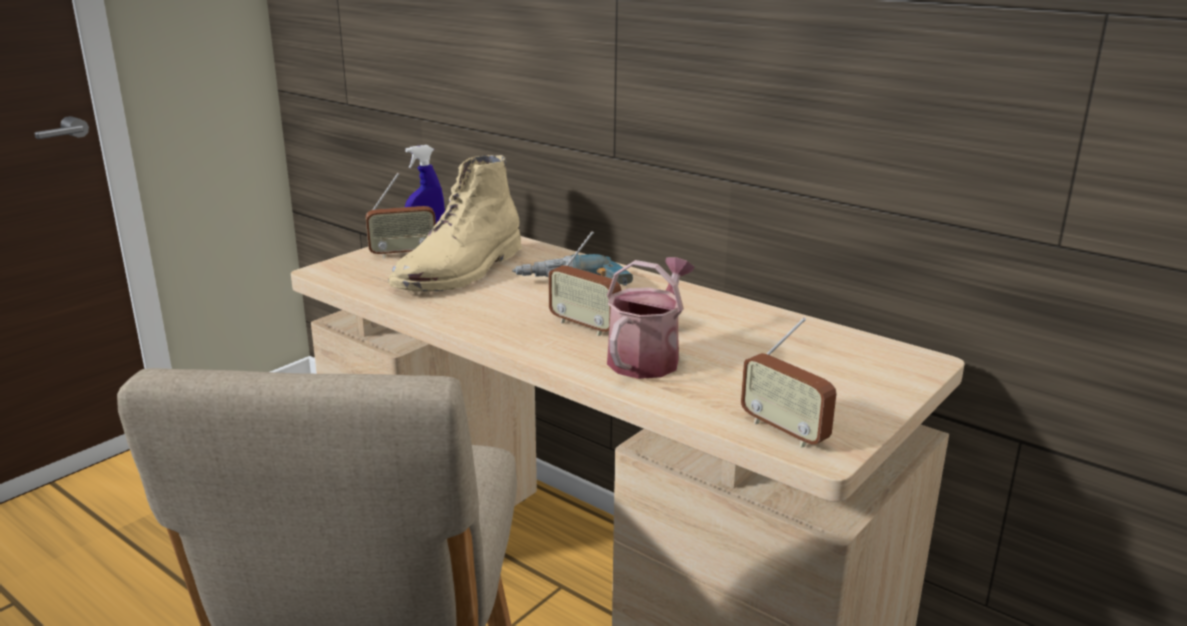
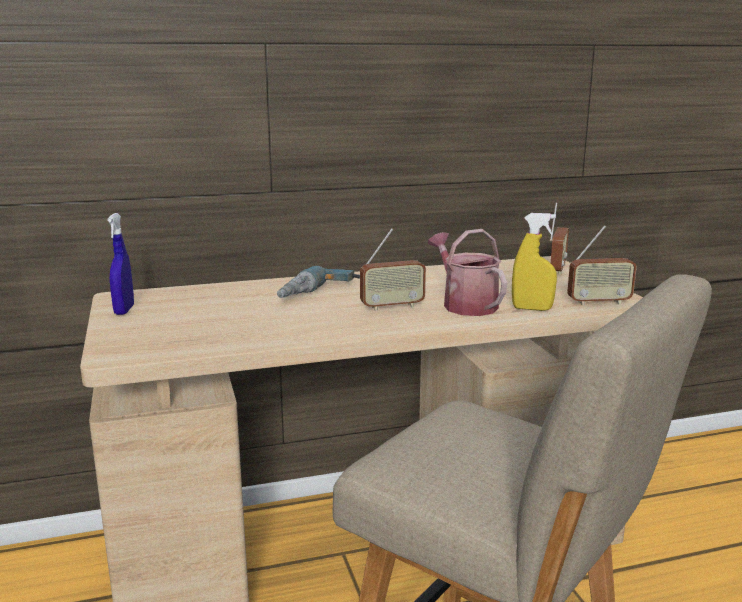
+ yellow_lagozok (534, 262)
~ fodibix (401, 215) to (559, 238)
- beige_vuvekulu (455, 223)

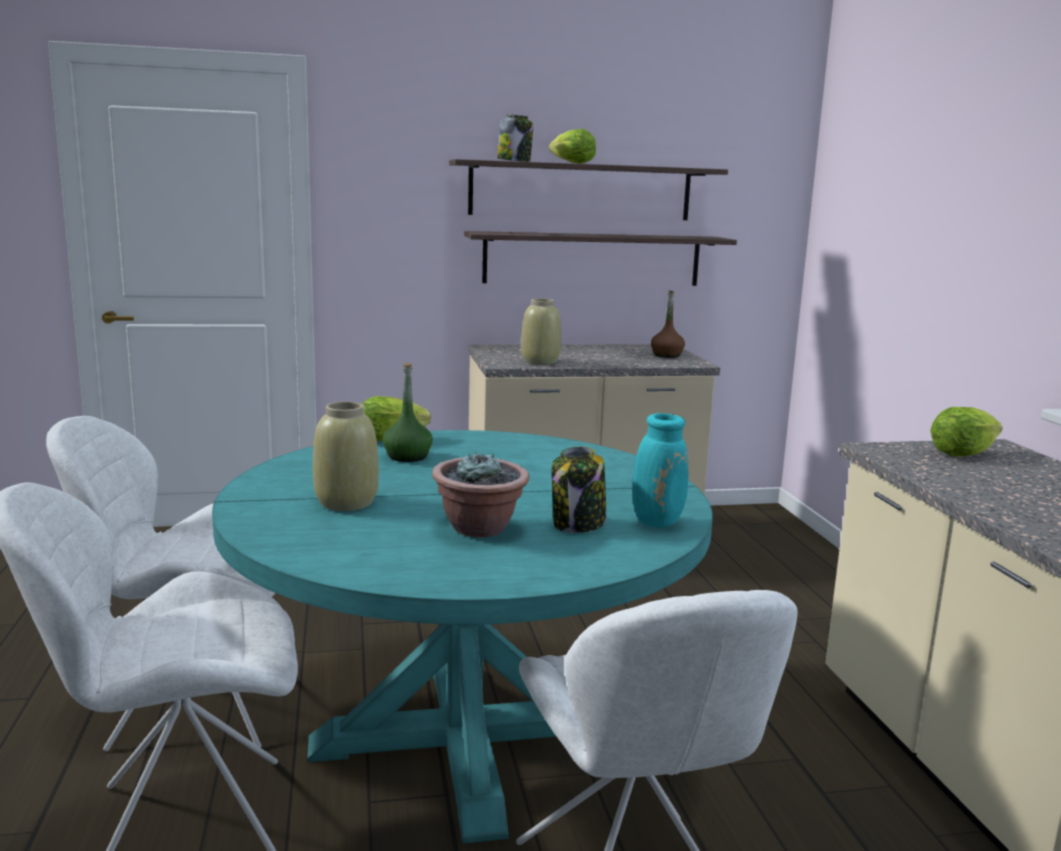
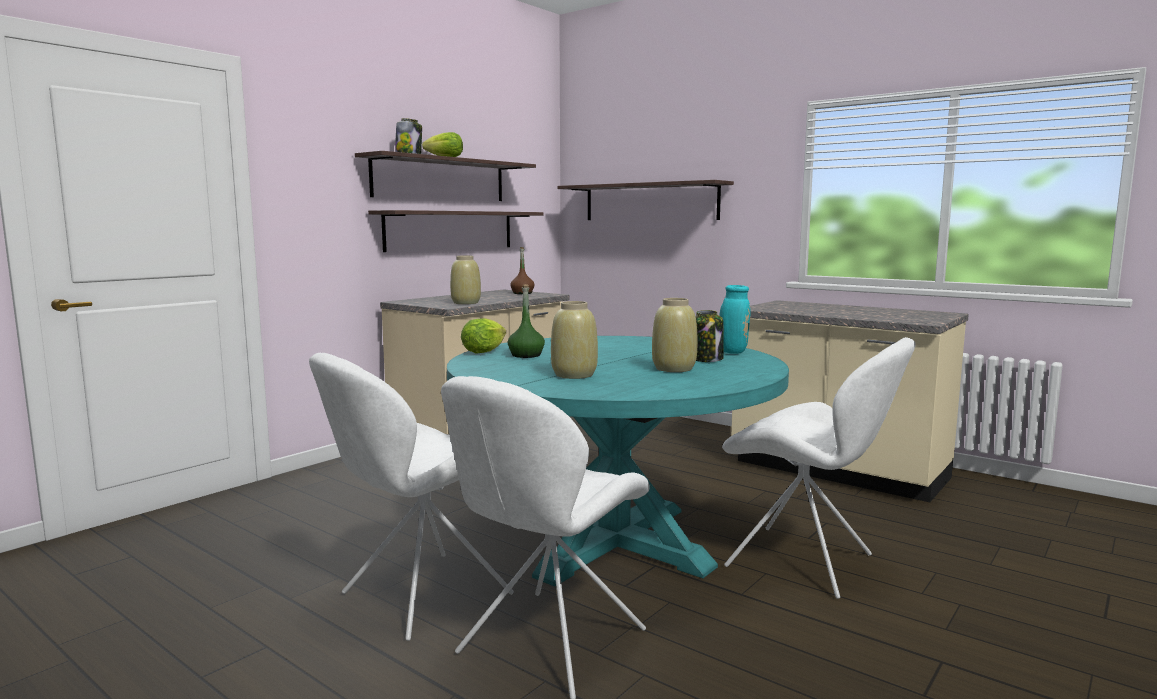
+ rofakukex (646, 200)
~ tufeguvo (480, 494) to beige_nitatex (675, 335)
- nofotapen (966, 432)

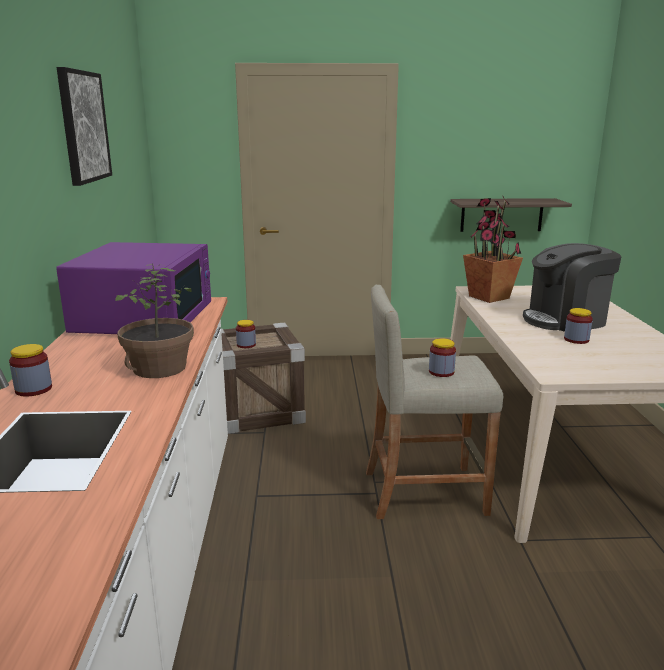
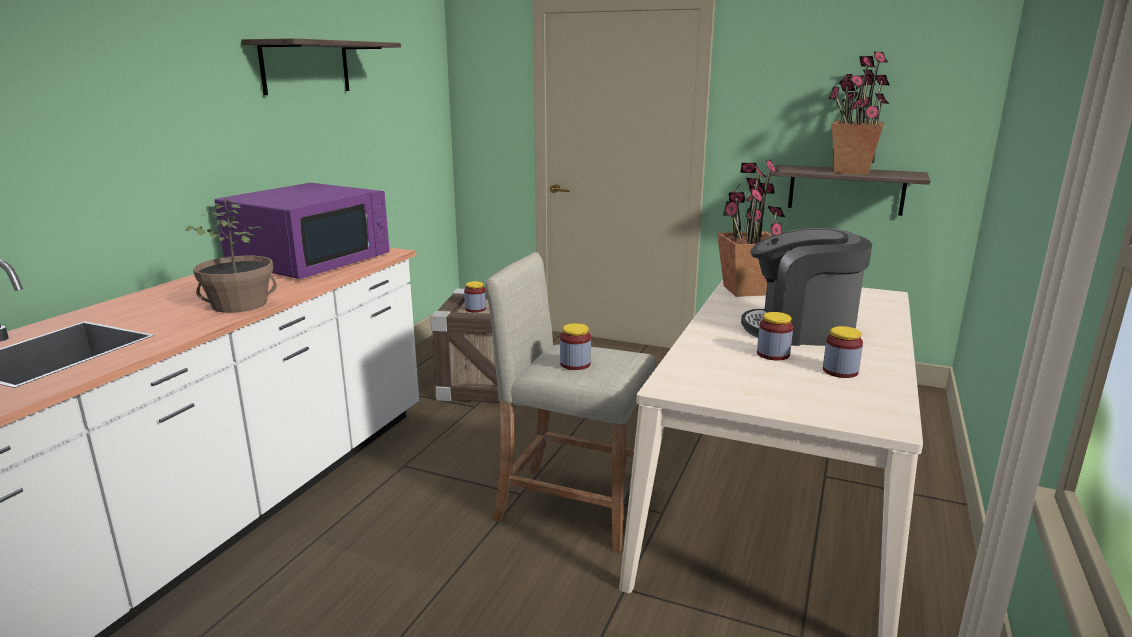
~ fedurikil (84, 126) to rofakukex (321, 66)
~ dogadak (30, 370) to (843, 352)
+ tufeguvo (859, 113)

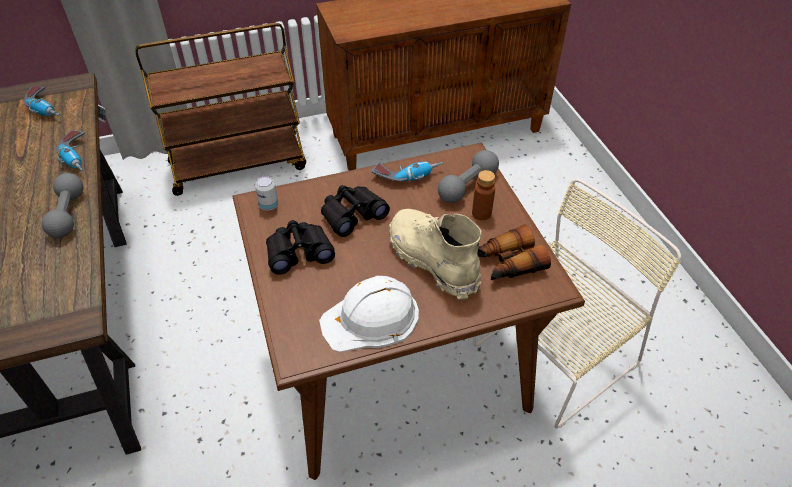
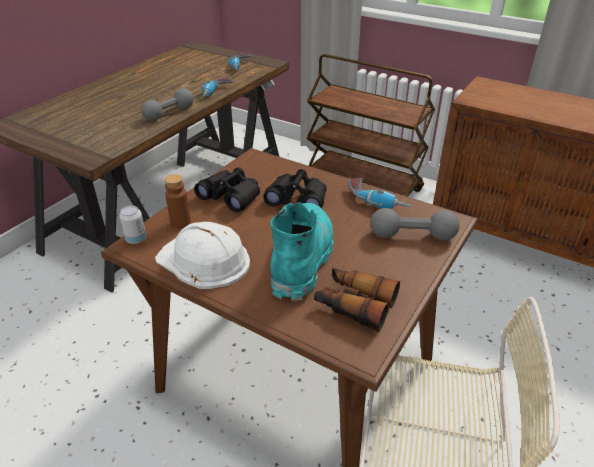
~ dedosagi (266, 193) to (132, 224)
~ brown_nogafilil (483, 195) to (178, 201)
~ beige_vuvekulu (435, 254) to turquoise_vuvekulu (302, 251)

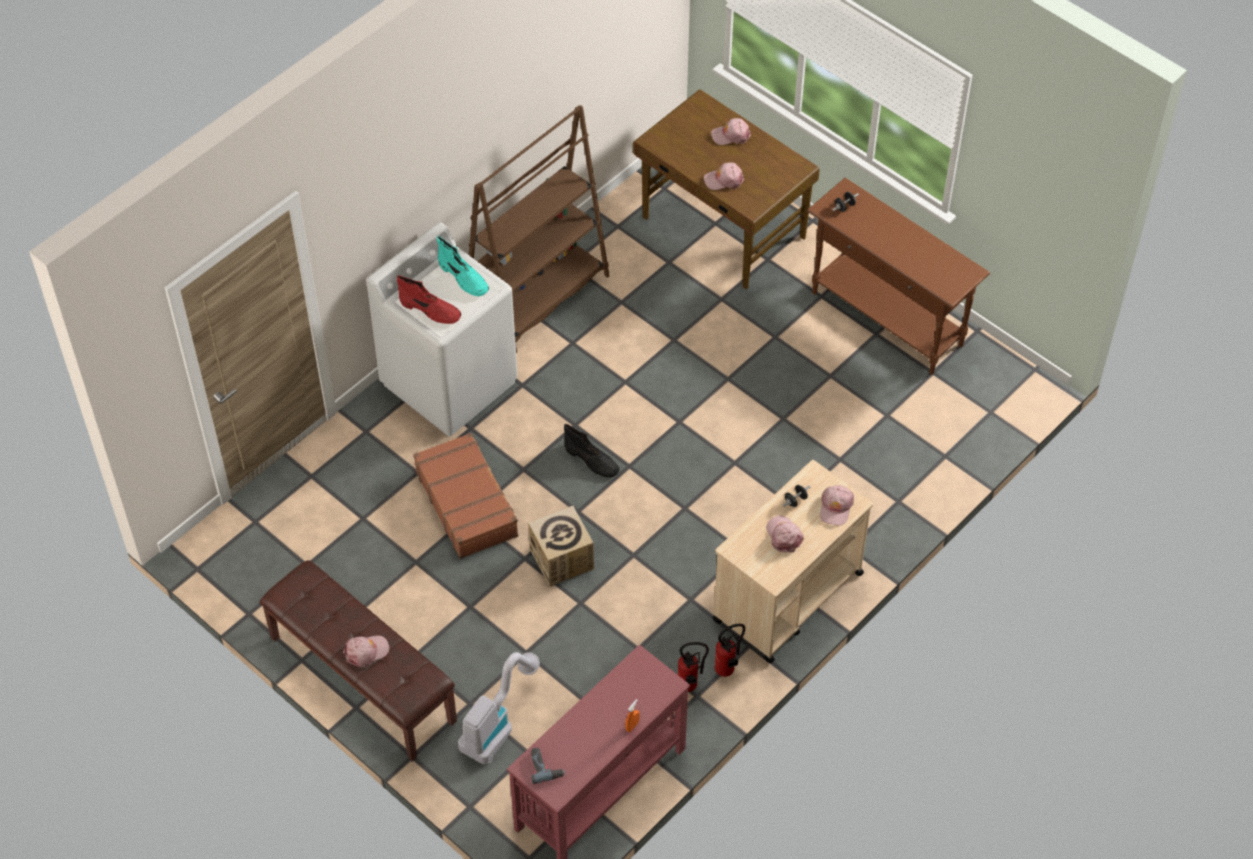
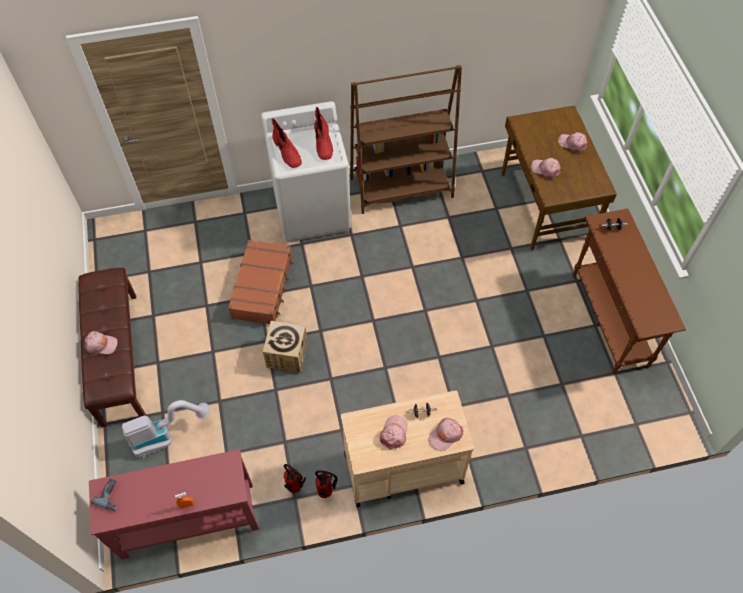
~ turquoise_vuvekulu (463, 266) to red_vuvekulu (323, 133)
- black_vuvekulu (591, 451)

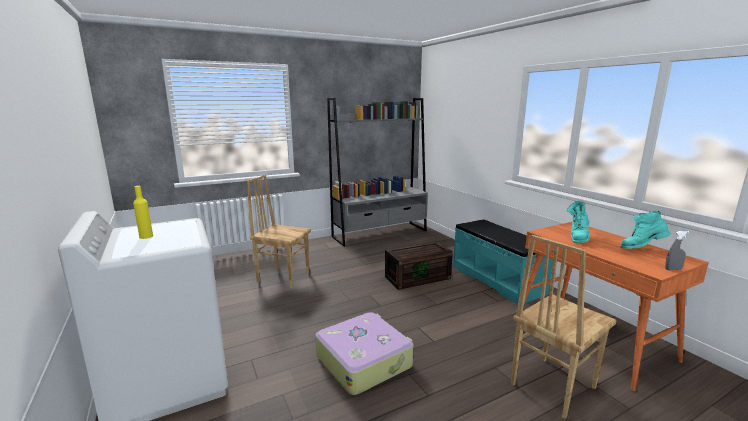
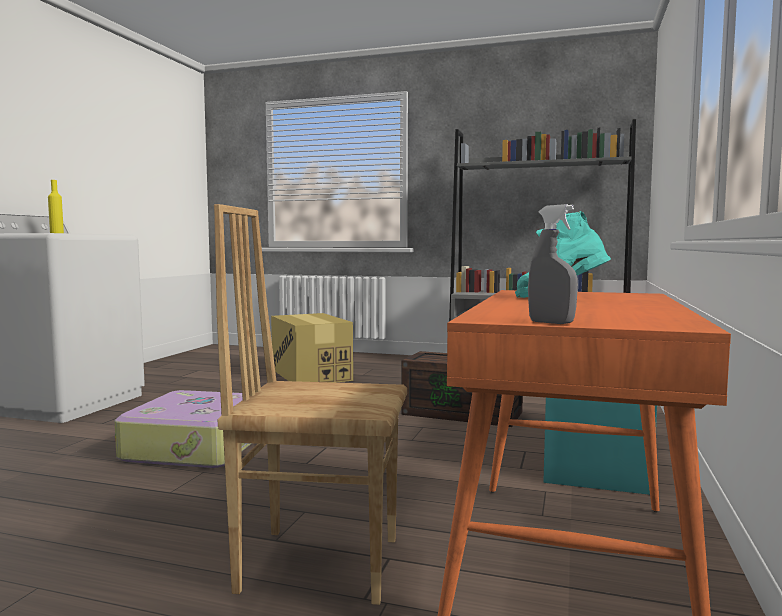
~ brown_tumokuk (279, 231) to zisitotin (312, 348)
- turquoise_vuvekulu (645, 229)

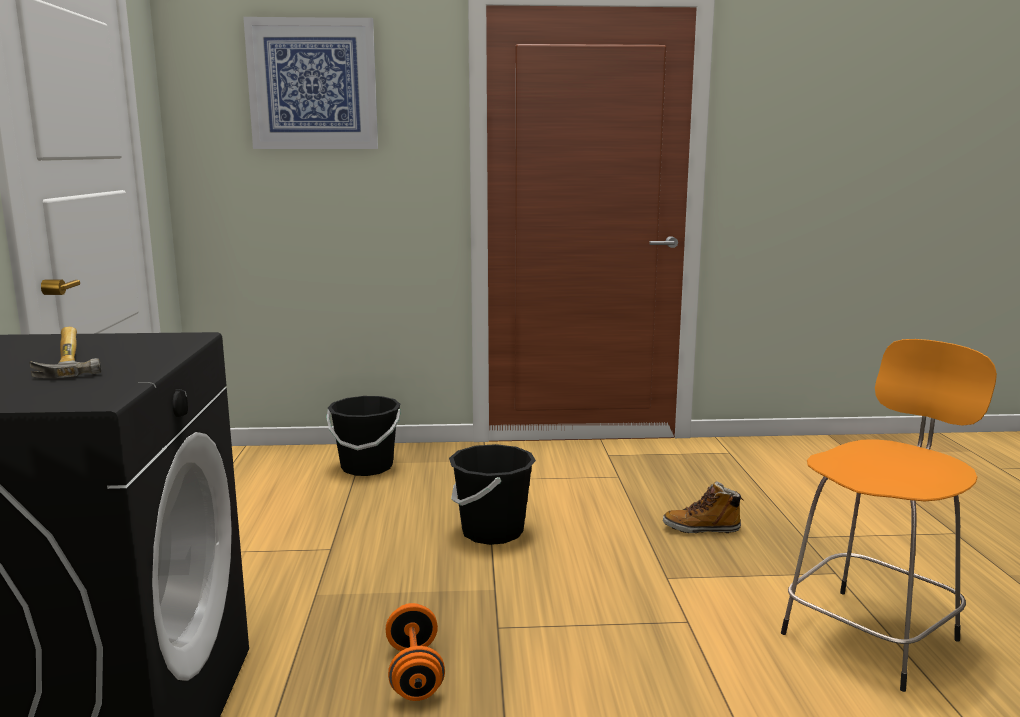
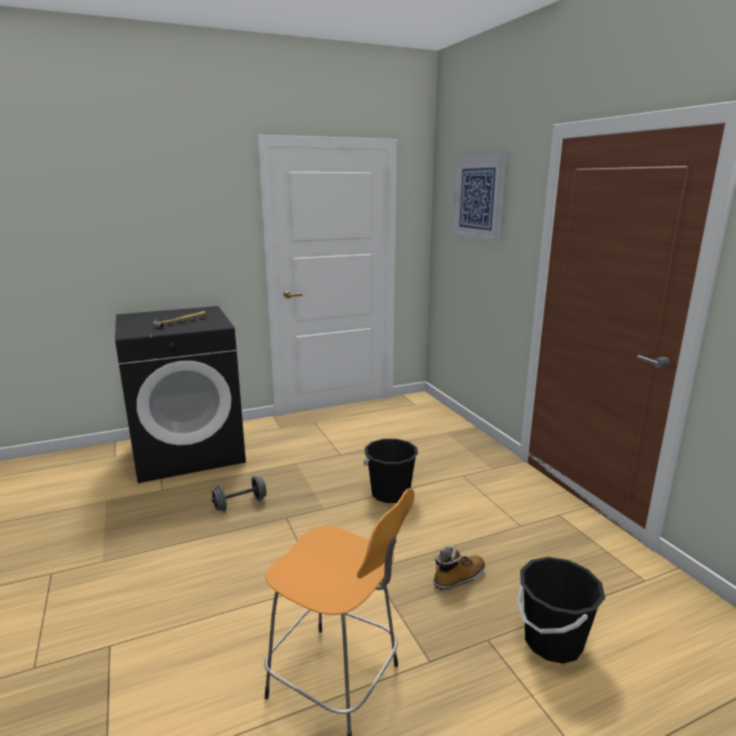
~ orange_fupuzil (415, 652) to grey_fupuzil (239, 493)
~ vuvekulu (703, 507) = (459, 567) 75 degrees clockwise
~ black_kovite (363, 436) to (561, 610)

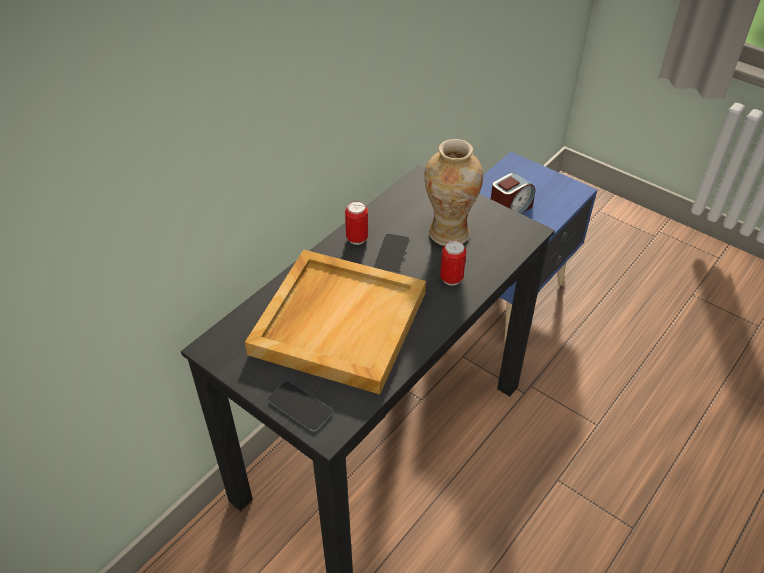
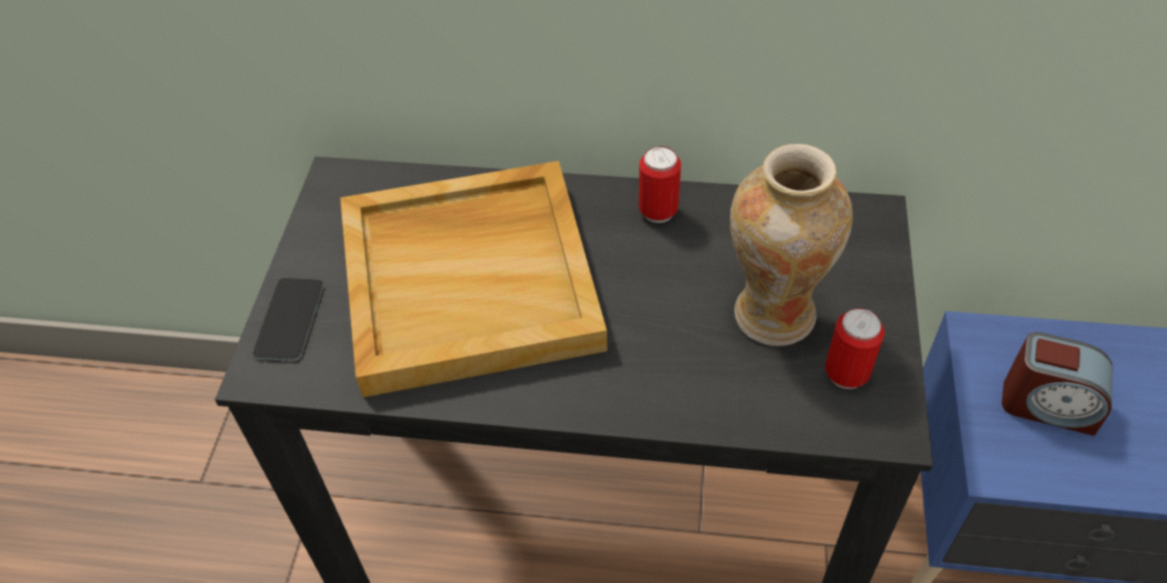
~ dedosagi (453, 263) to (854, 348)
- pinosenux (391, 253)

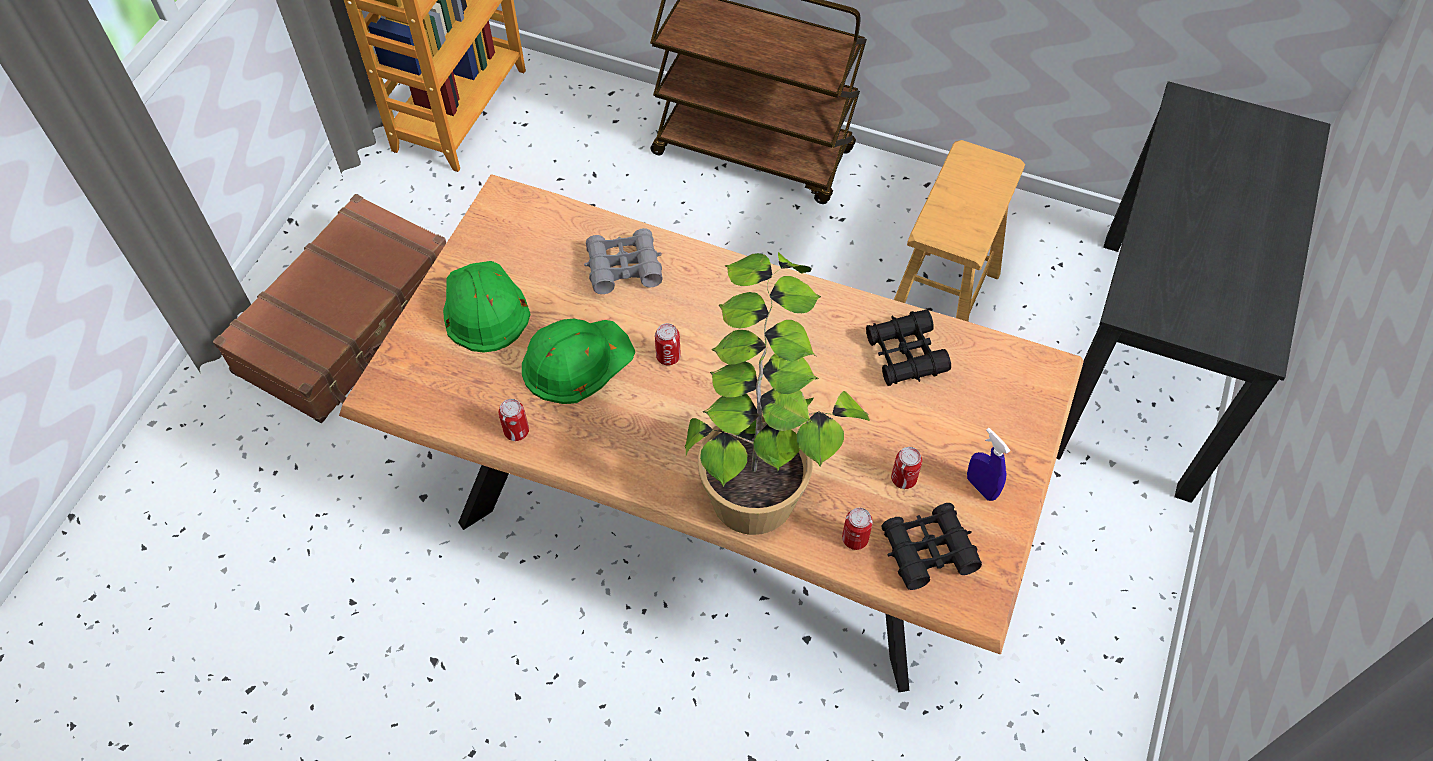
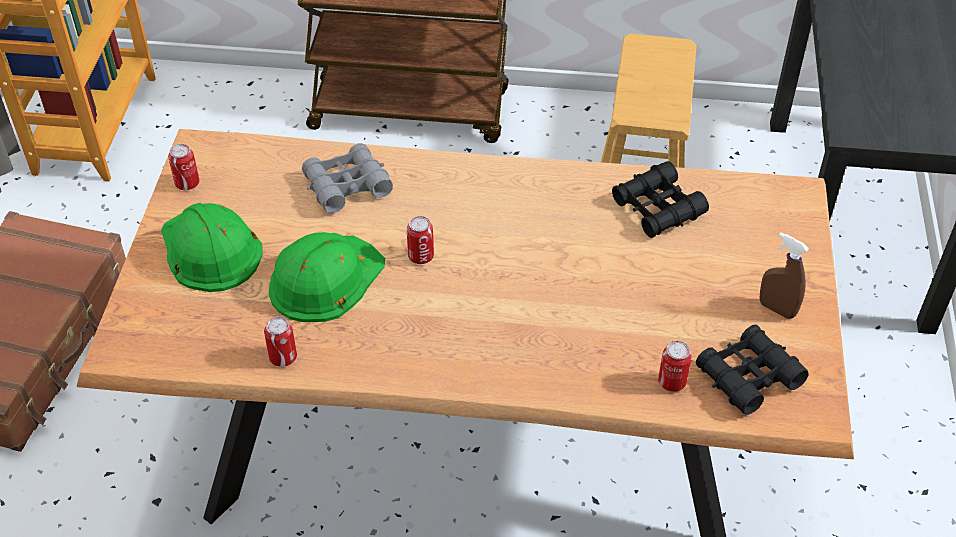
~ dedosagi (906, 468) to (183, 167)
~ blue_lagozok (988, 464) to brown_lagozok (784, 275)
- tufeguvo (777, 393)

